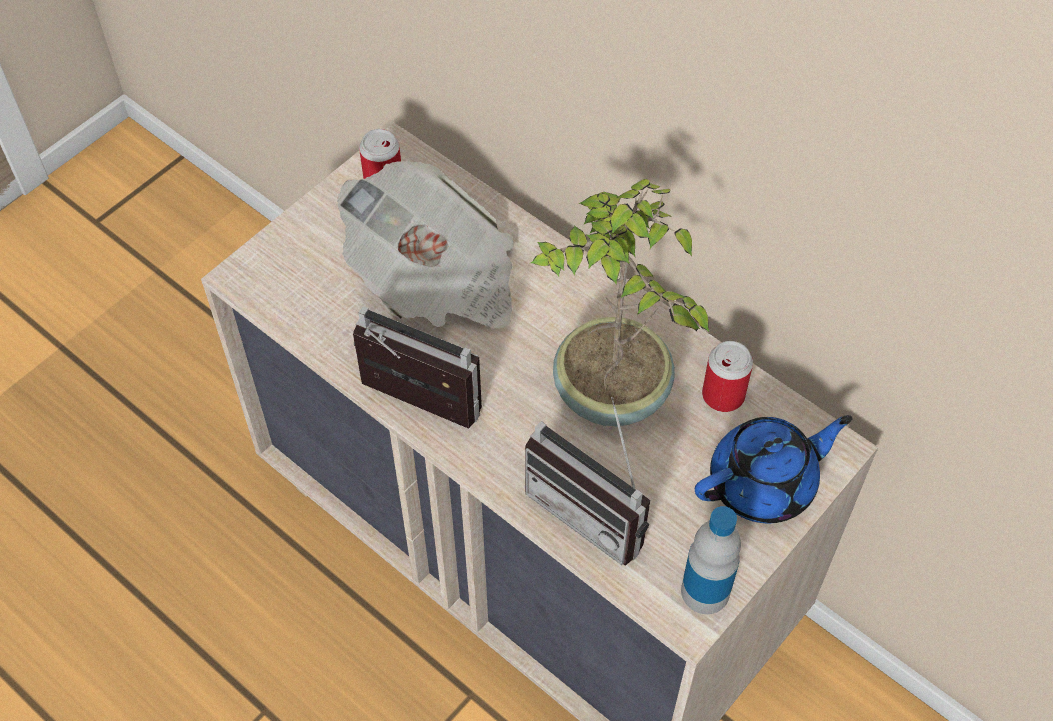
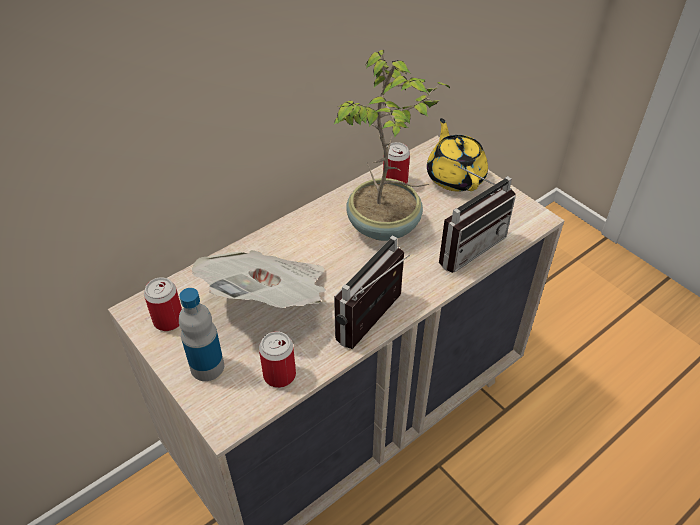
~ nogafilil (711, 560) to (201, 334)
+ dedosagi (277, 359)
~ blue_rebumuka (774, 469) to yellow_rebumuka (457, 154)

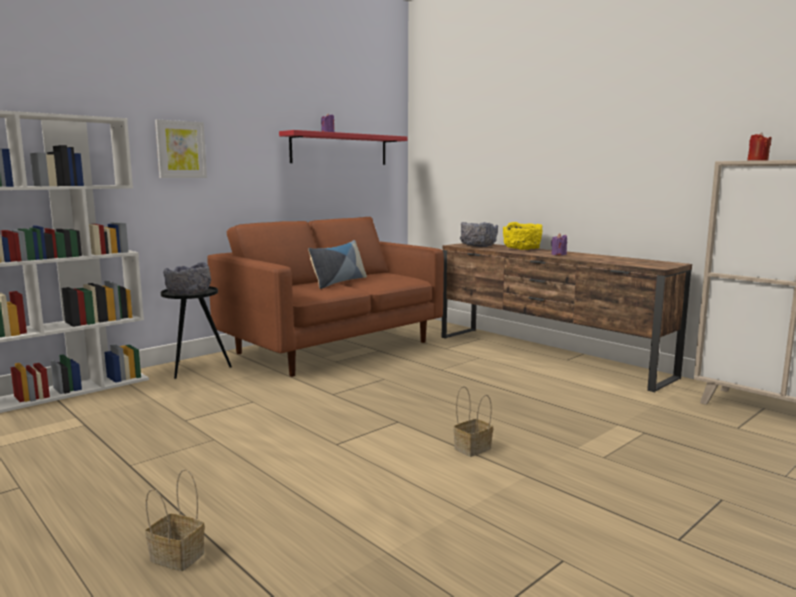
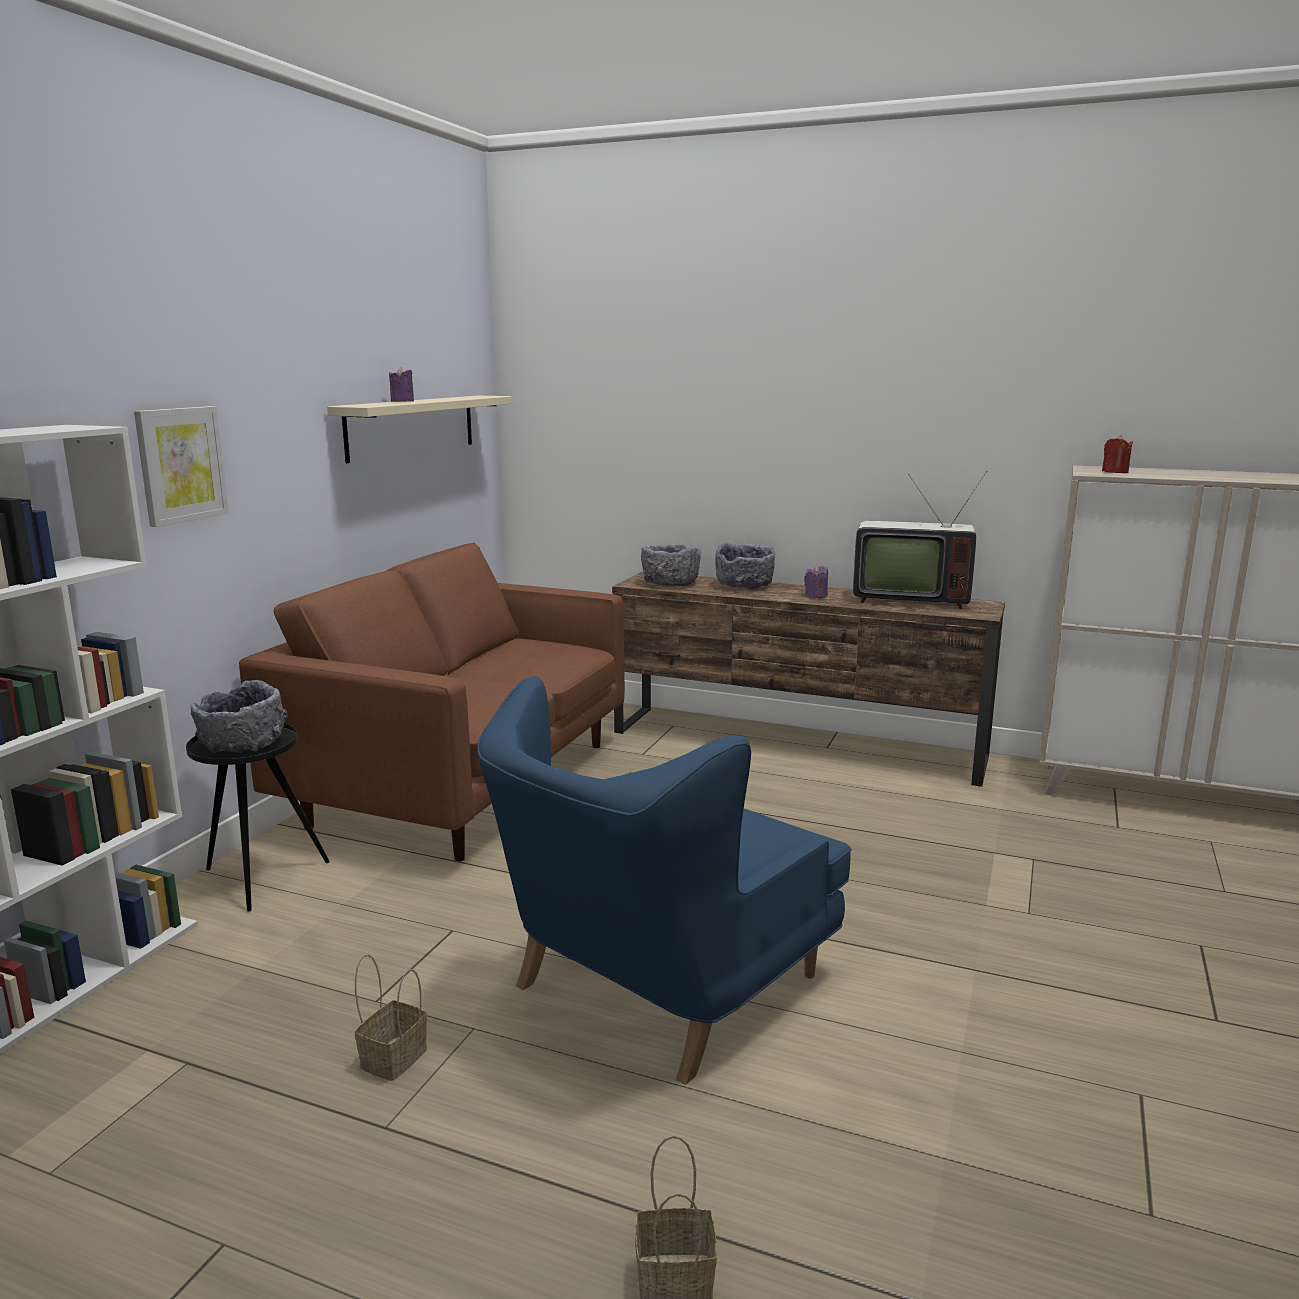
~ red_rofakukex (343, 147) to beige_rofakukex (419, 429)
~ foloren (473, 421) to (391, 1017)
+ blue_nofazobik (664, 880)
~ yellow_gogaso (523, 236) to grey_gogaso (745, 566)
+ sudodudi (920, 540)
- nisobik (337, 264)

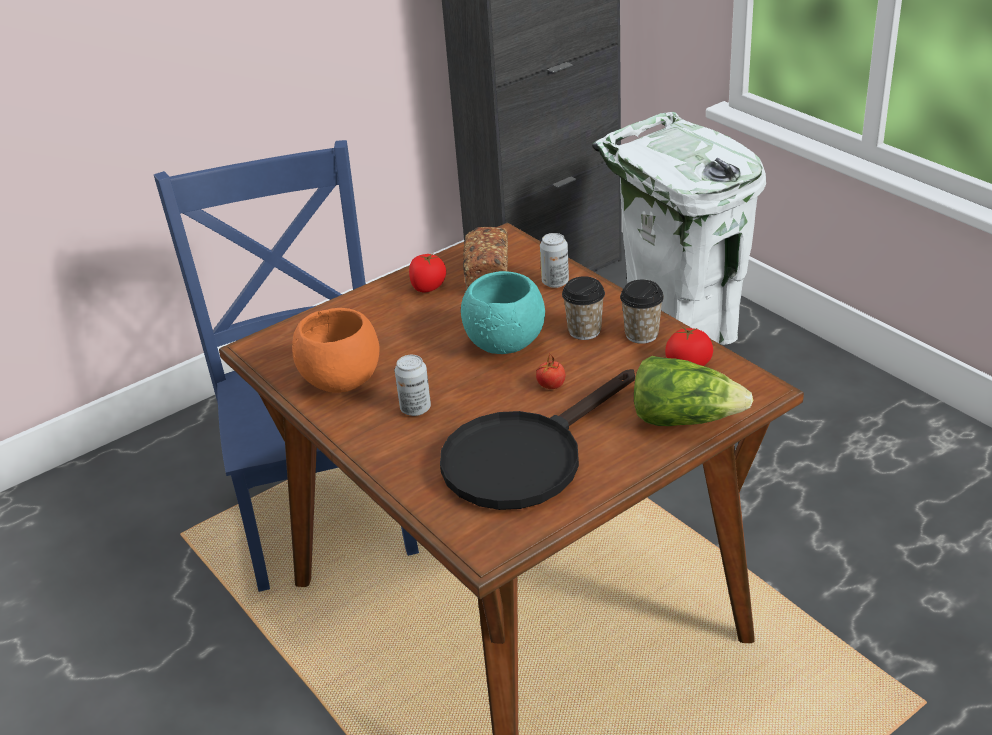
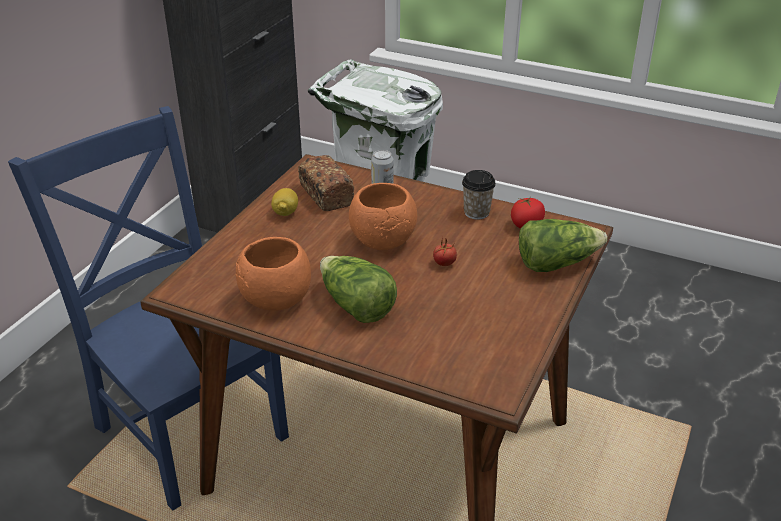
~ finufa (427, 273) to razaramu (284, 202)
~ dedosagi (413, 385) to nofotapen (358, 289)
~ turquoise_gogaso (503, 312) to orange_gogaso (383, 216)
- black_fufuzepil (537, 439)
- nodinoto (583, 308)

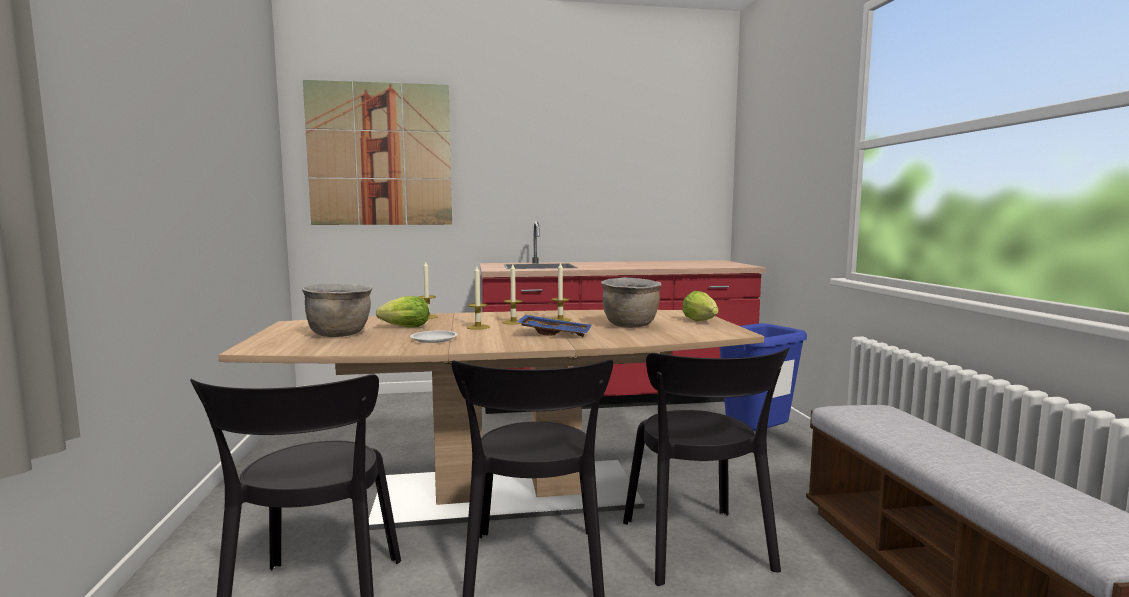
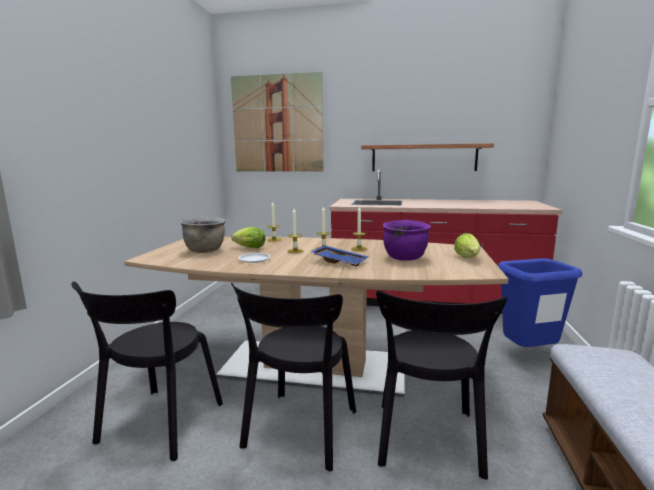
+ rofakukex (427, 157)
~ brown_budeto (631, 302) to purple_budeto (407, 240)

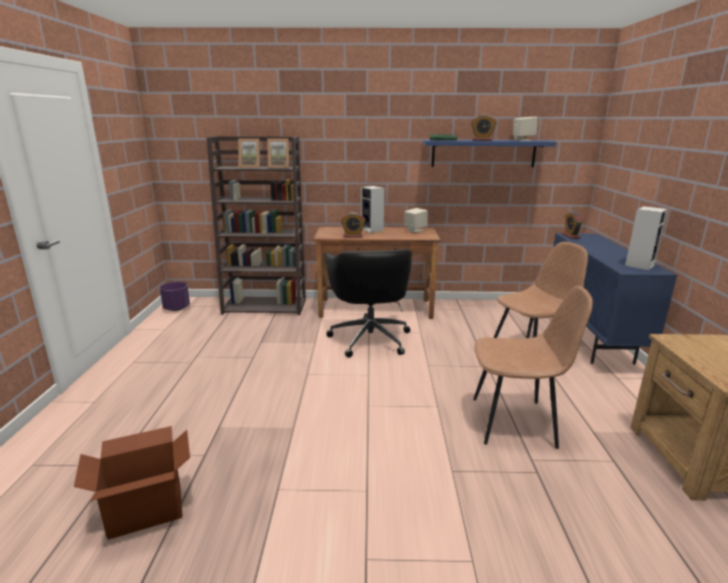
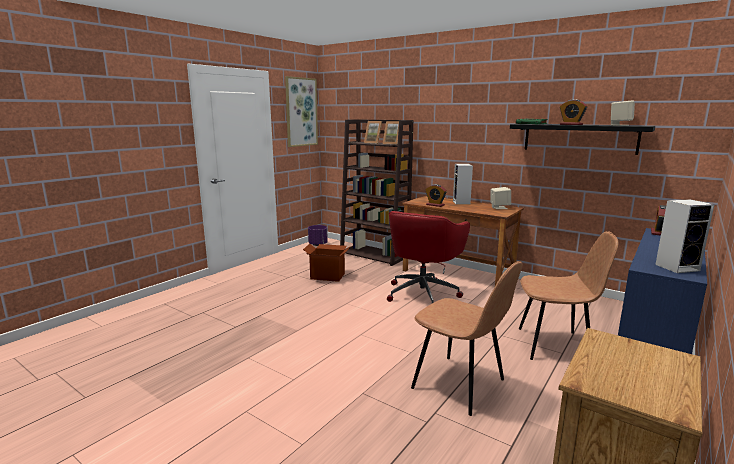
+ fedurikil (301, 111)
~ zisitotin (132, 483) to (327, 263)
~ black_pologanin (368, 303) to red_pologanin (428, 257)
~ blue_rofakukex (489, 153) to black_rofakukex (582, 139)

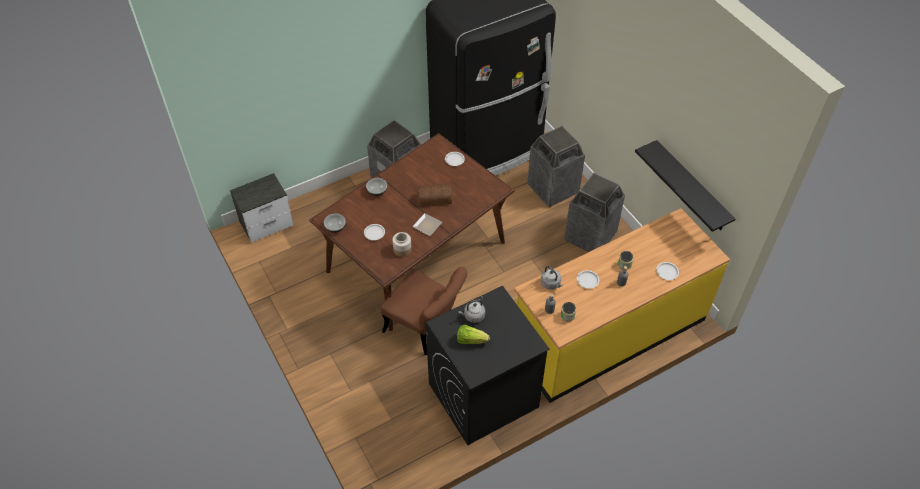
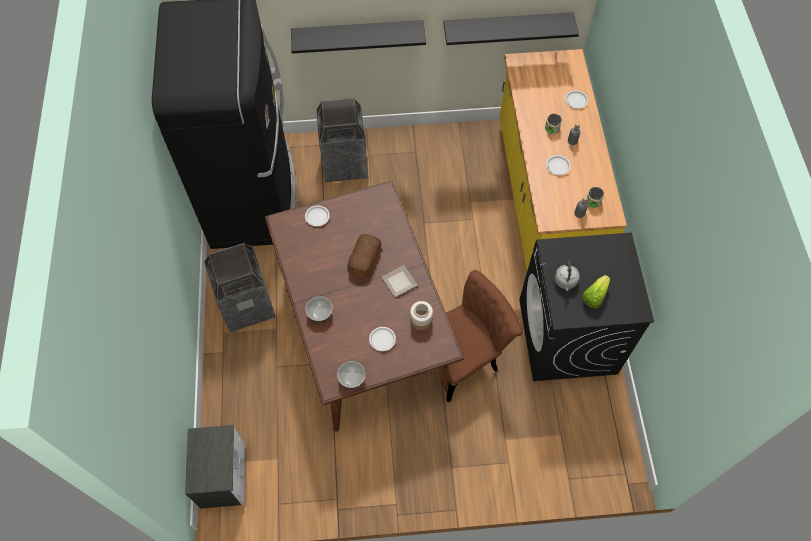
+ black_rofakukex (358, 37)
- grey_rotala (552, 277)
- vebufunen (594, 212)

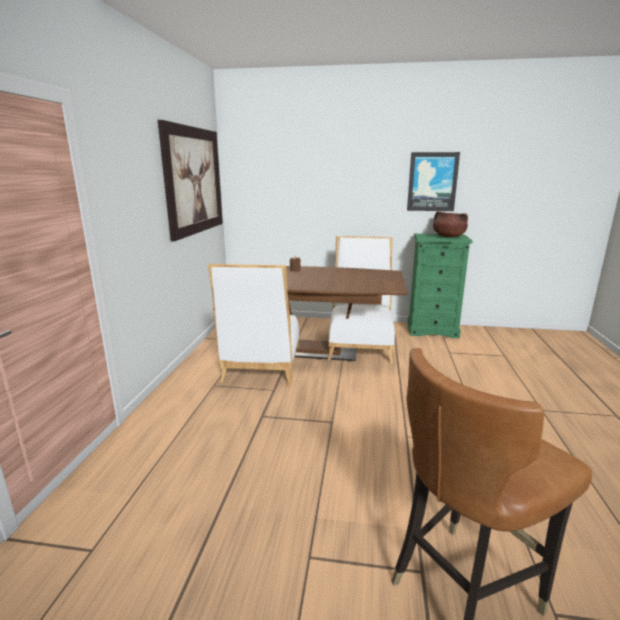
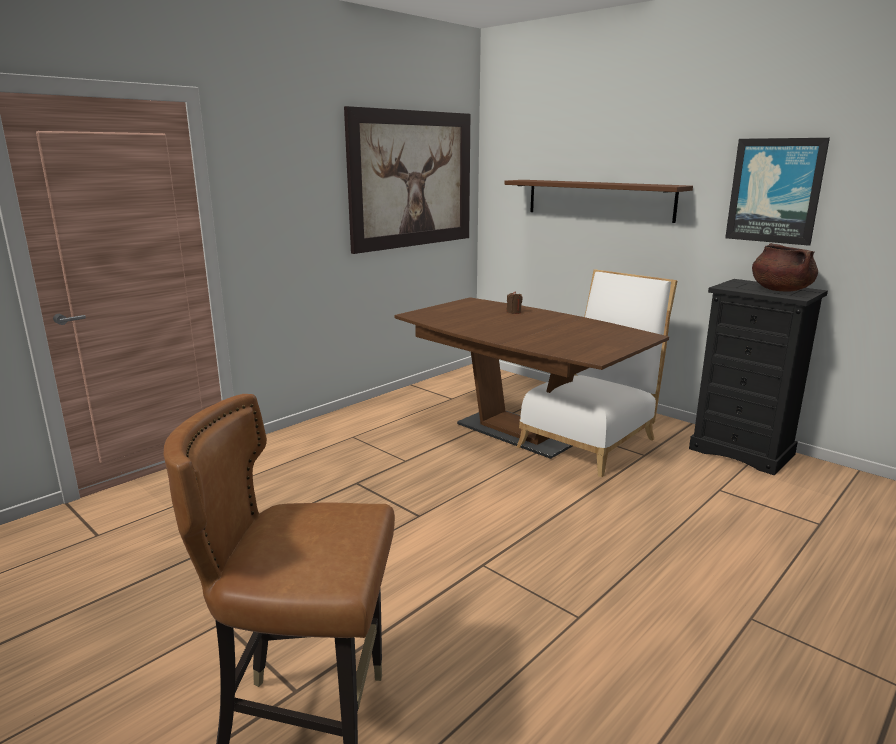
+ brown_rofakukex (598, 201)
~ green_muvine (440, 286) to black_muvine (758, 377)
- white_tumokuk (253, 324)

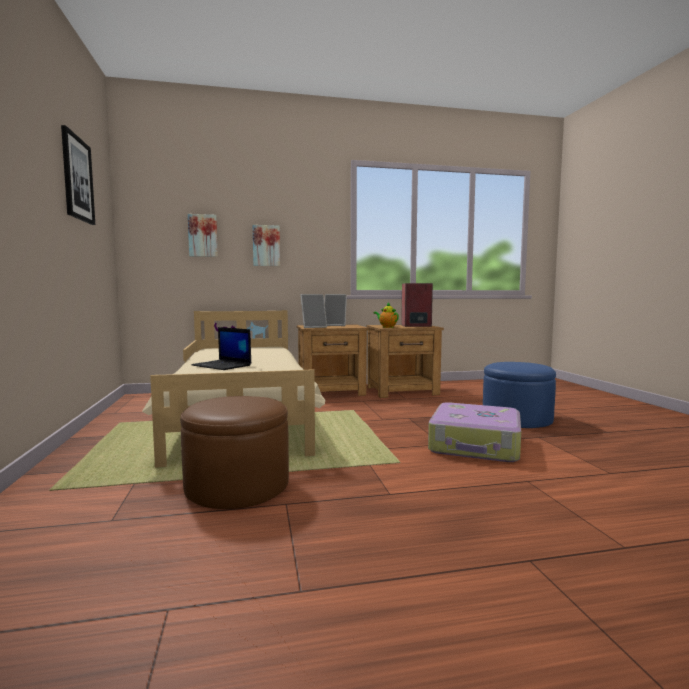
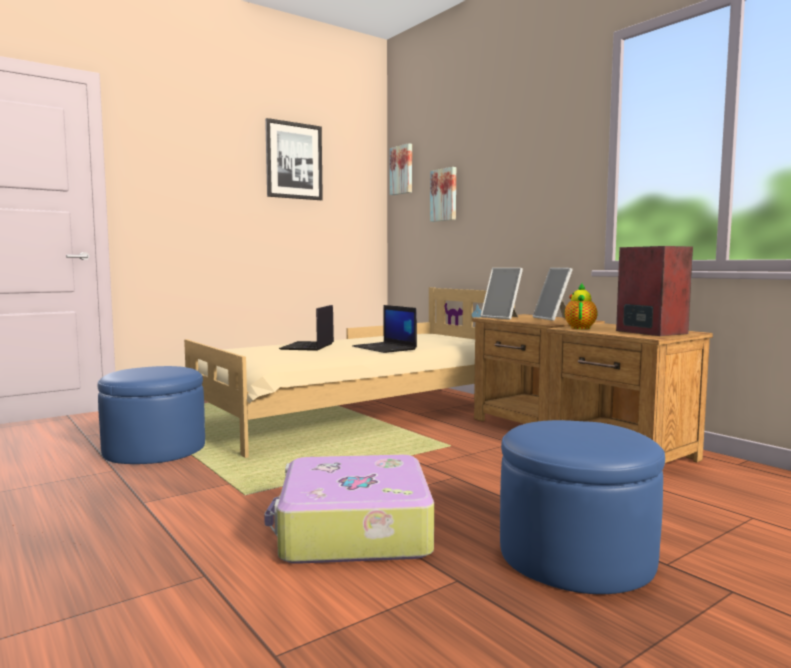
~ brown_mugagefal (234, 452) to blue_mugagefal (151, 415)
+ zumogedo (385, 329)
~ fedurikil (266, 245) to (401, 169)

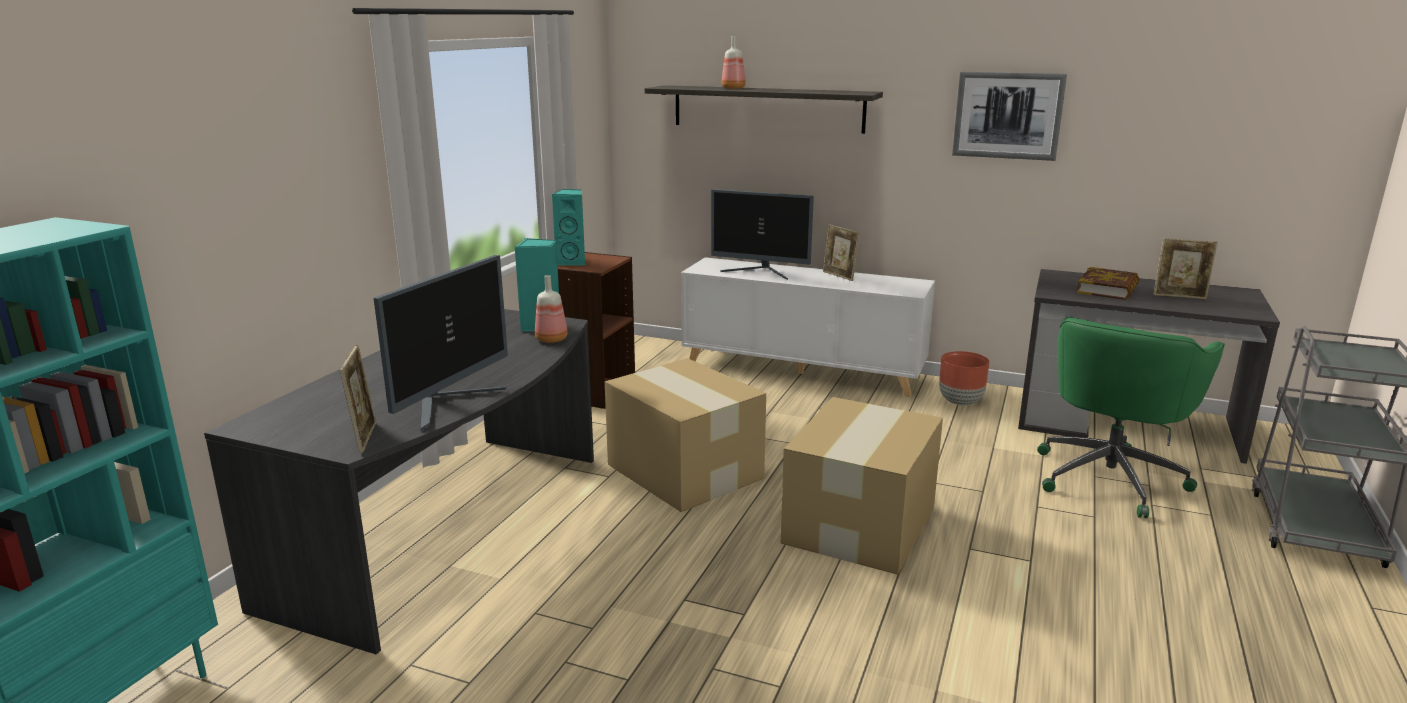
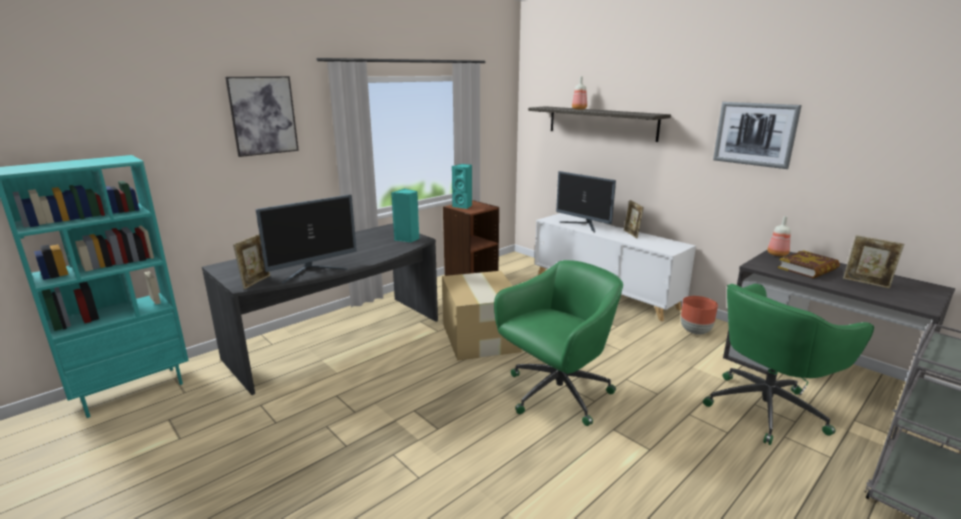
+ fedurikil (262, 116)
~ zisitotin (862, 486) to green_pologanin (558, 343)
~ nogafilil (551, 309) to (779, 236)

